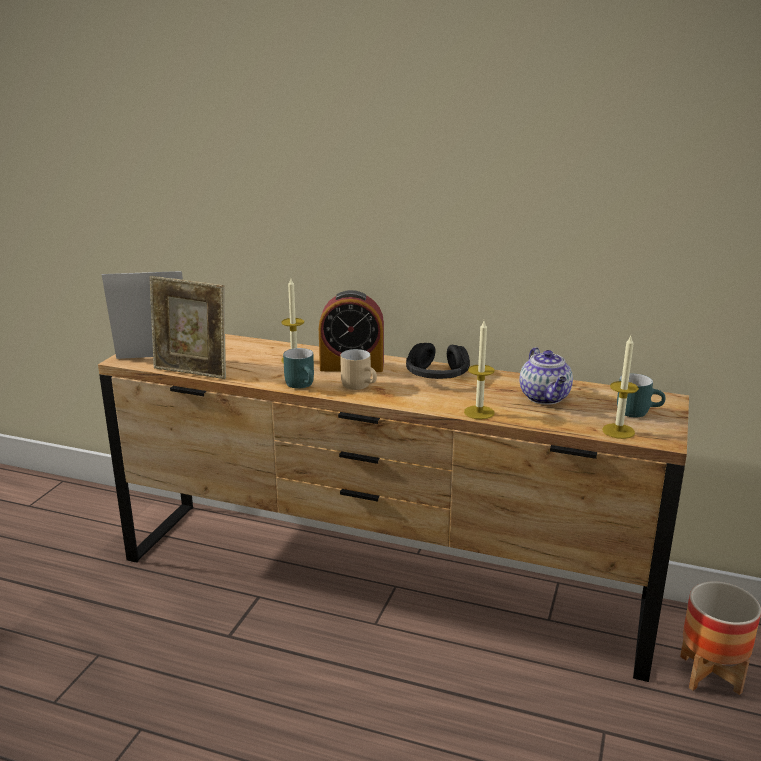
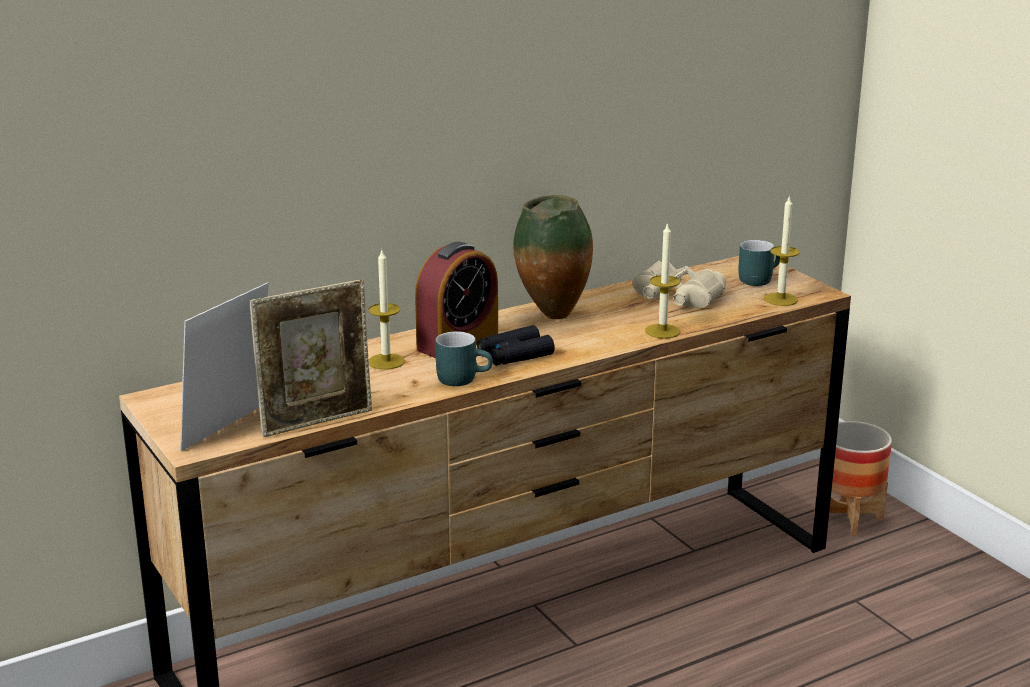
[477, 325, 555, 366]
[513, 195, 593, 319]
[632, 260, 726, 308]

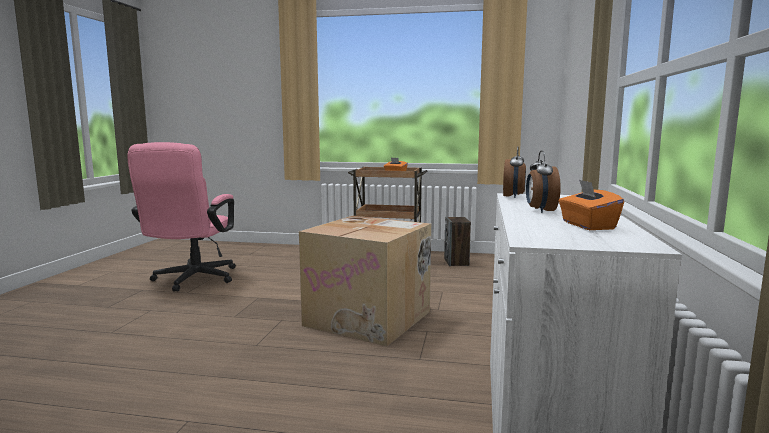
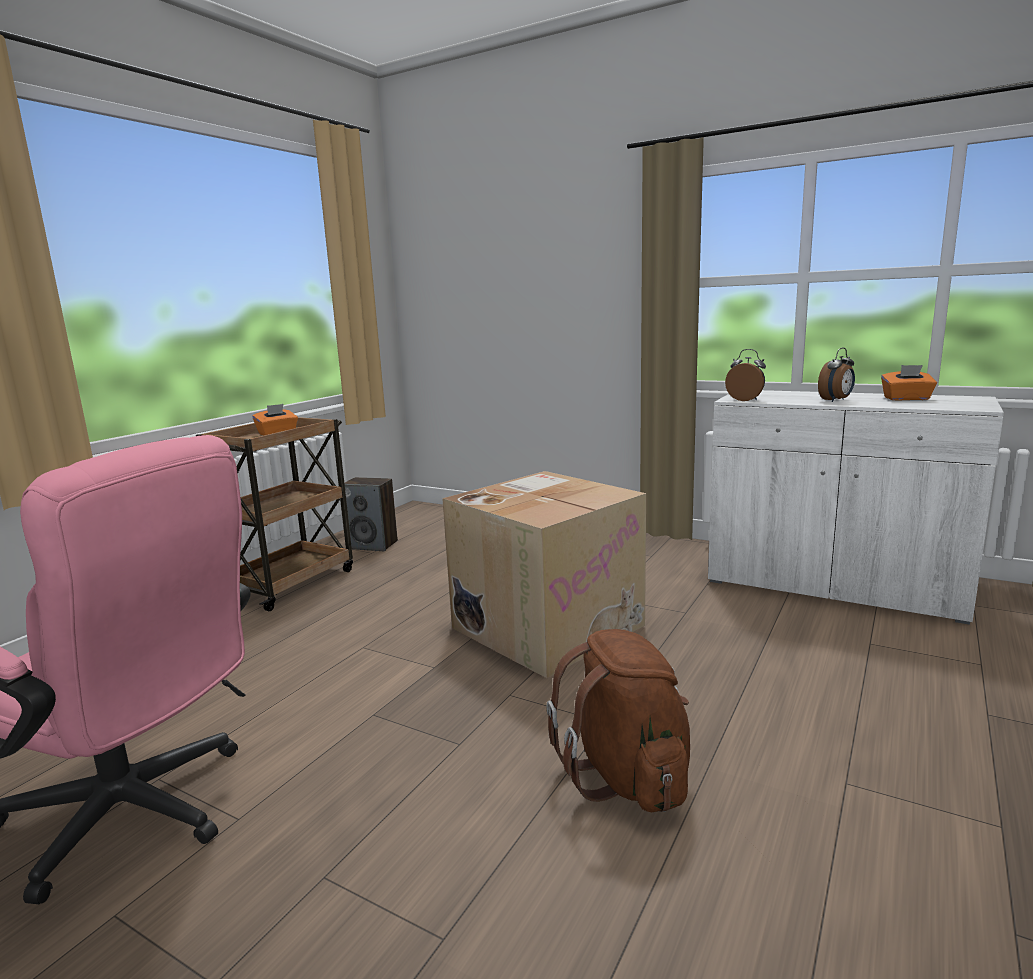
[546, 629, 690, 812]
[818, 348, 855, 402]

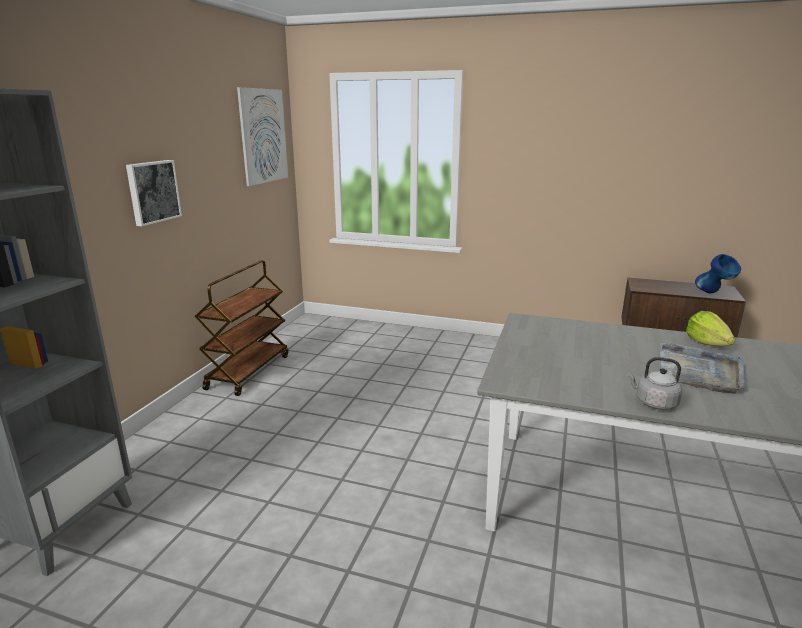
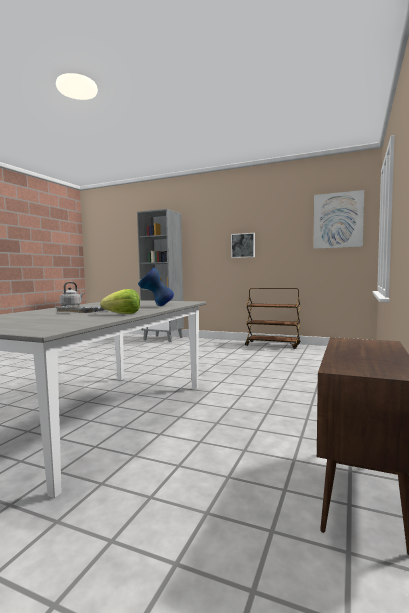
[138, 267, 174, 306]

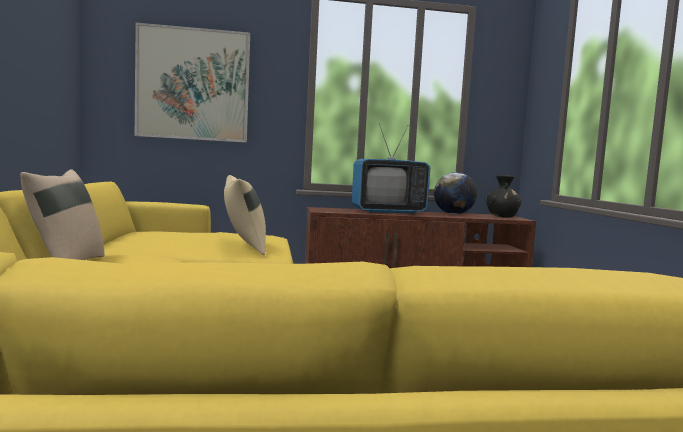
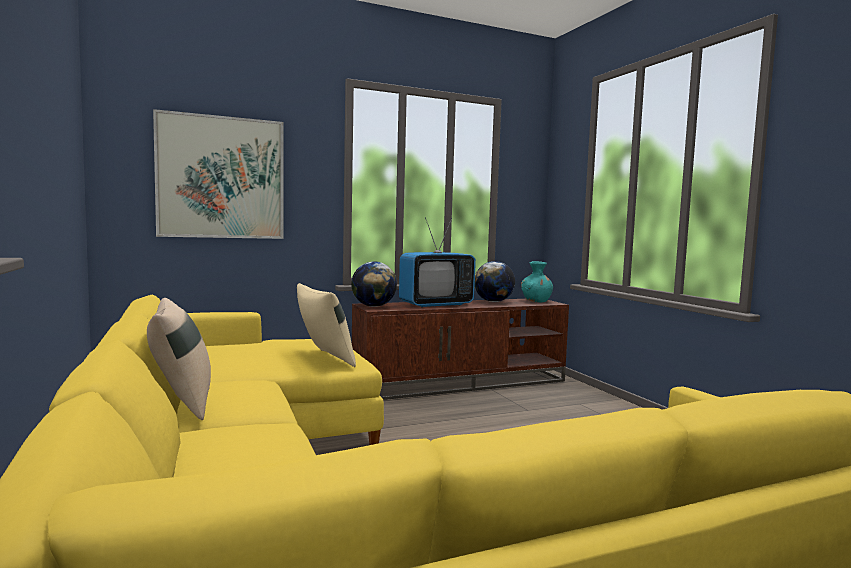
[351, 261, 397, 307]
[521, 261, 553, 302]

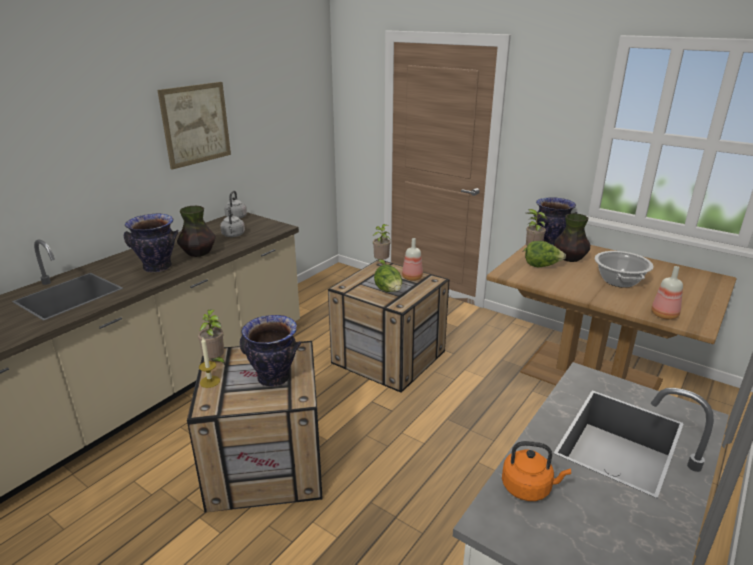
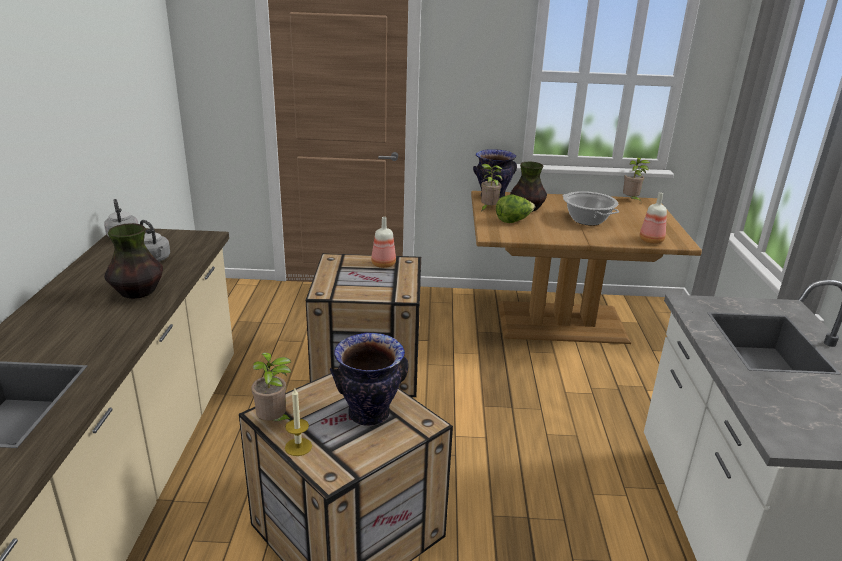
[124, 213, 178, 273] (first image)
[157, 82, 231, 170] (first image)
[374, 264, 402, 292] (first image)
[502, 441, 571, 501] (first image)
[623, 157, 650, 204]

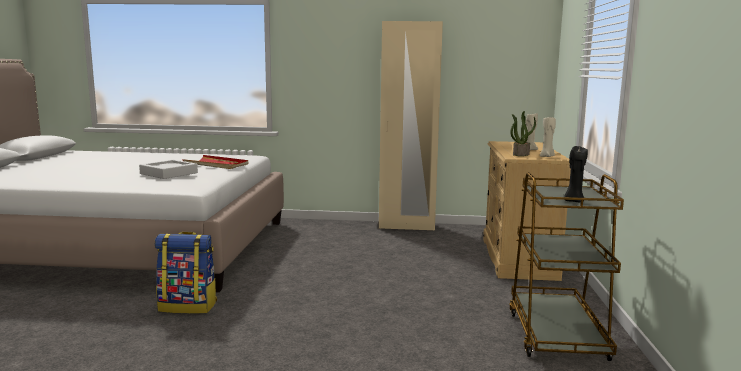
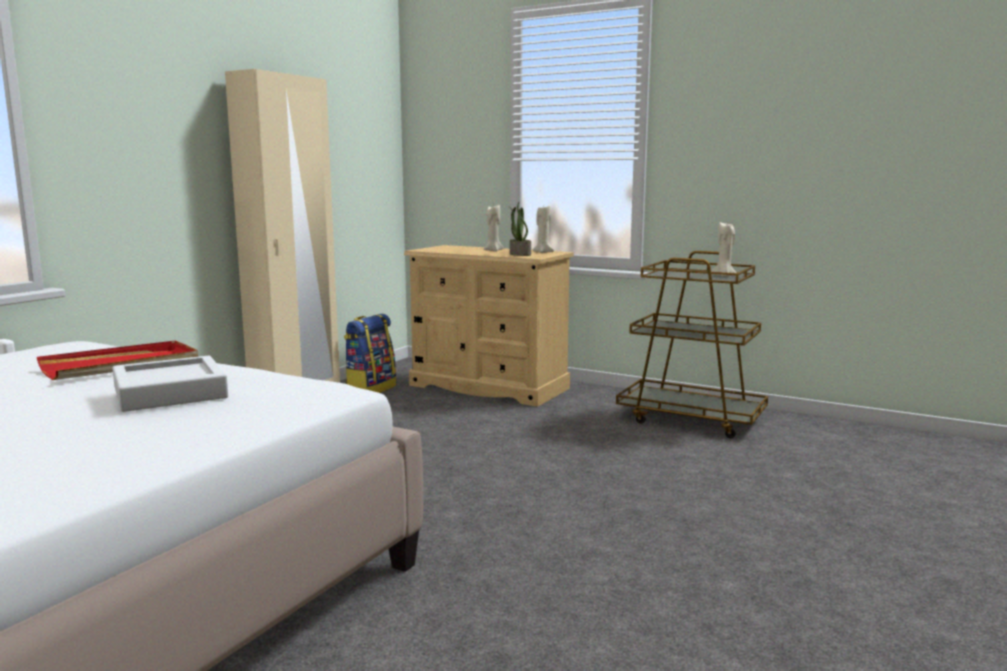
[344, 314, 396, 393]
[711, 222, 737, 277]

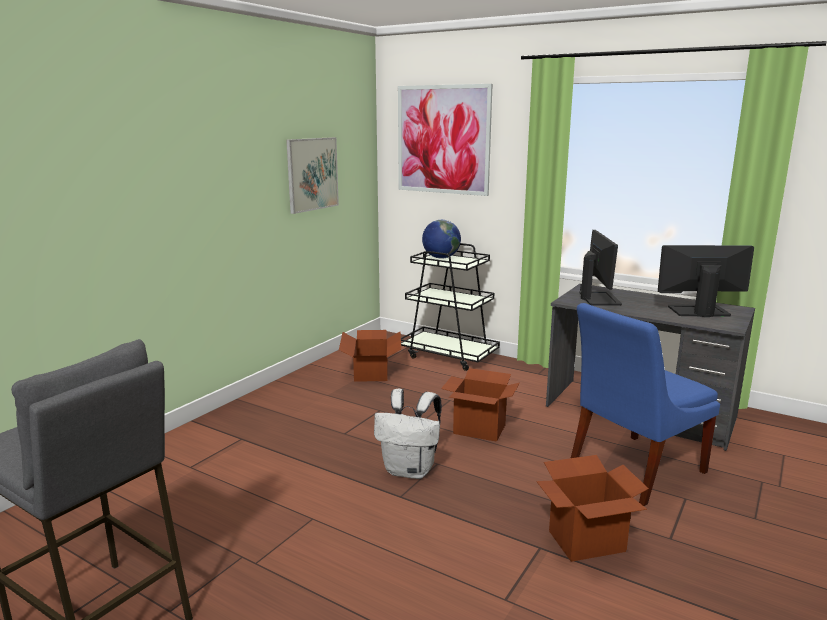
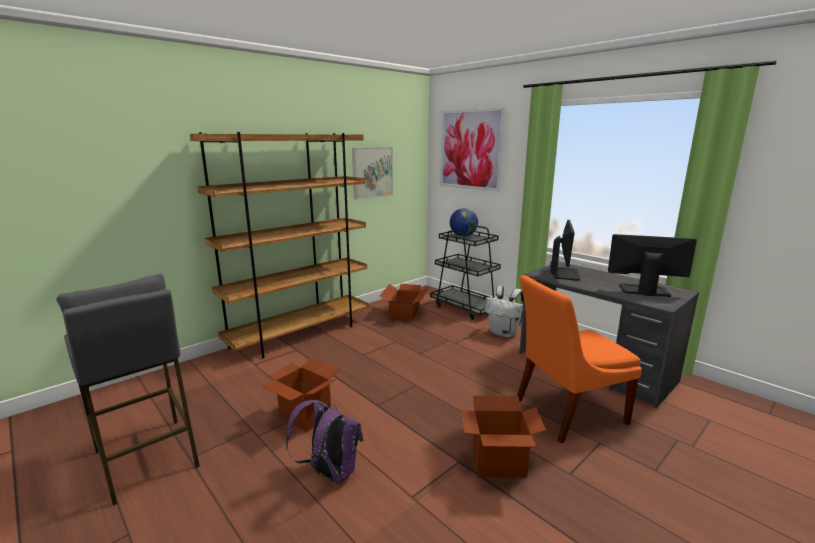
[190, 132, 368, 358]
[286, 400, 363, 483]
[485, 286, 524, 337]
[263, 357, 340, 432]
[517, 275, 642, 443]

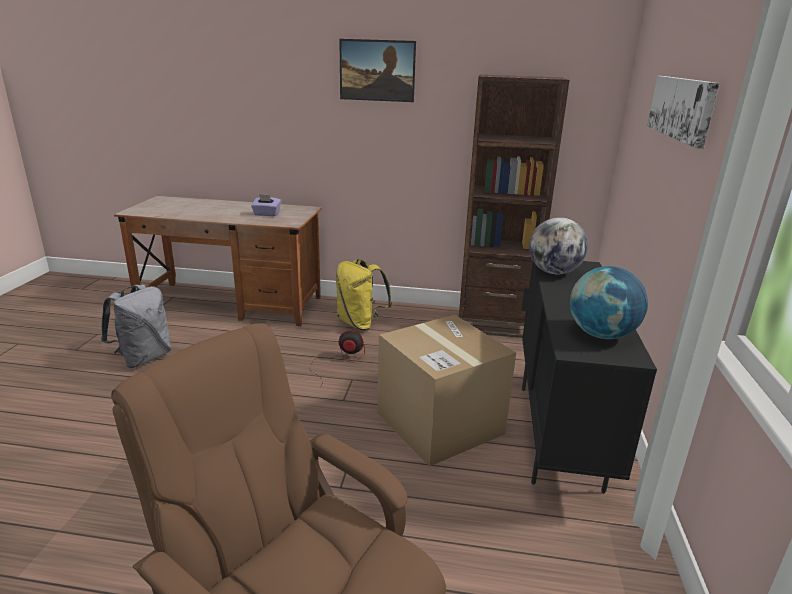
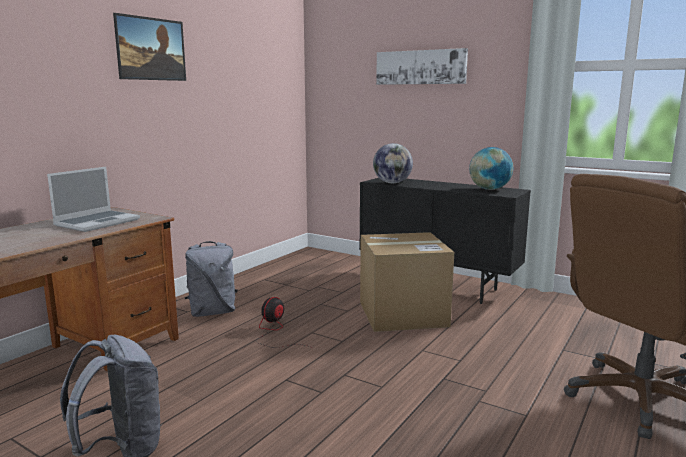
[459, 75, 570, 338] (first image)
[47, 167, 140, 232]
[185, 241, 238, 317]

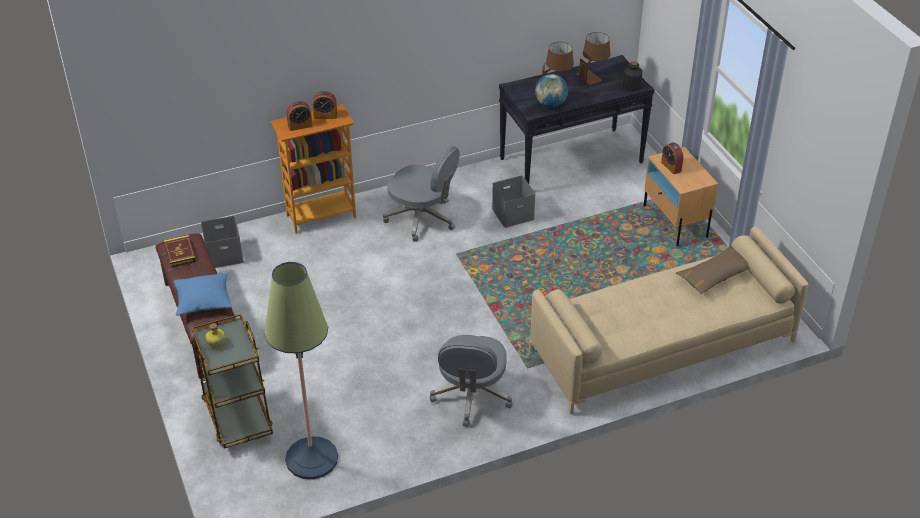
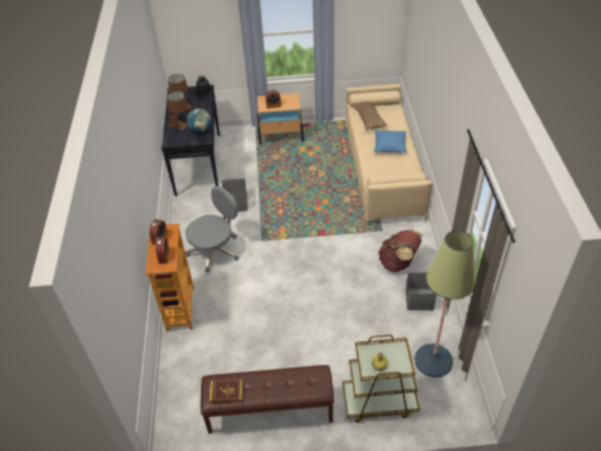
[374, 130, 407, 153]
[405, 272, 437, 311]
[378, 229, 422, 272]

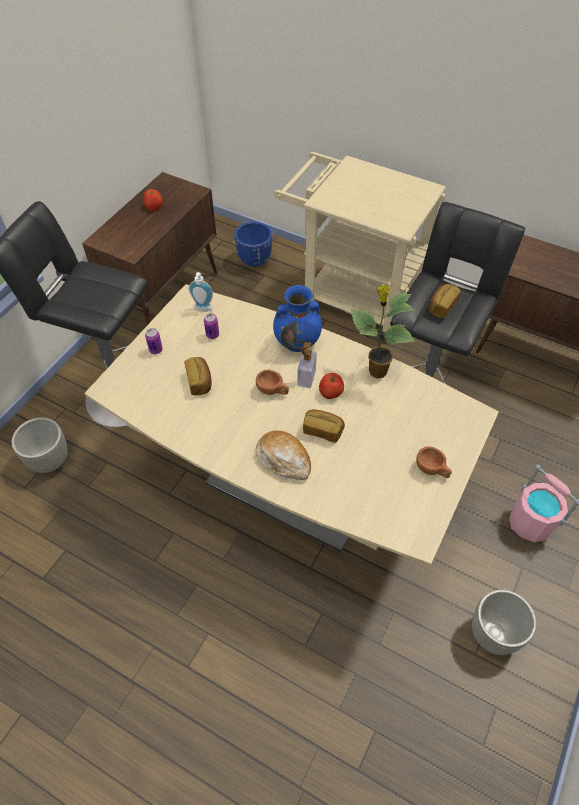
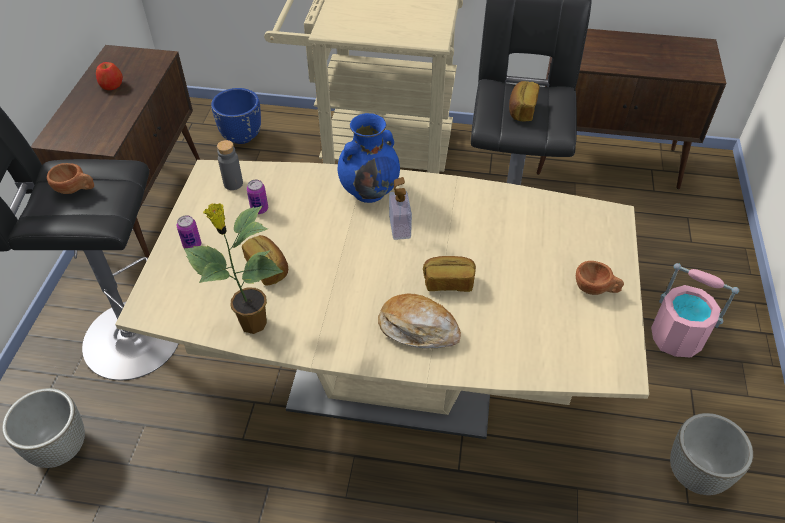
[319, 373, 344, 399] (first image)
[47, 163, 94, 194]
[184, 203, 283, 334]
[217, 140, 243, 190]

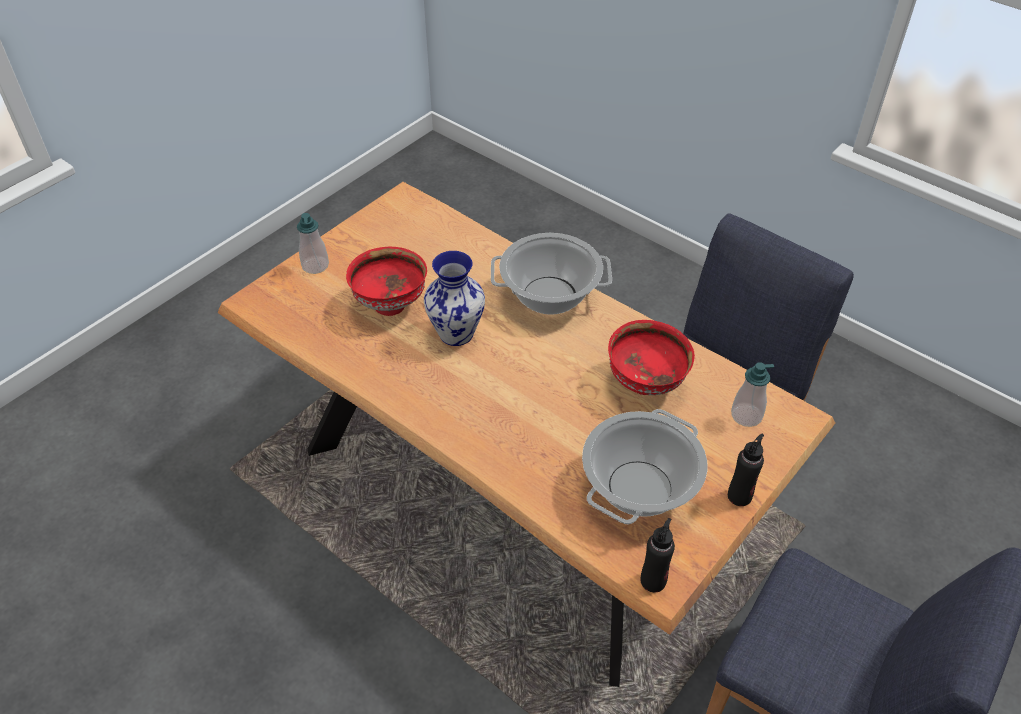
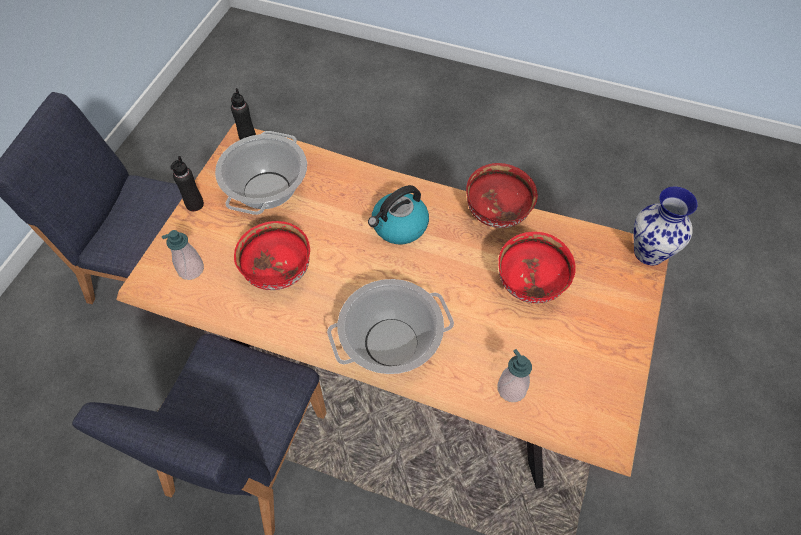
[368, 185, 429, 244]
[466, 163, 538, 228]
[498, 349, 532, 402]
[633, 187, 698, 265]

